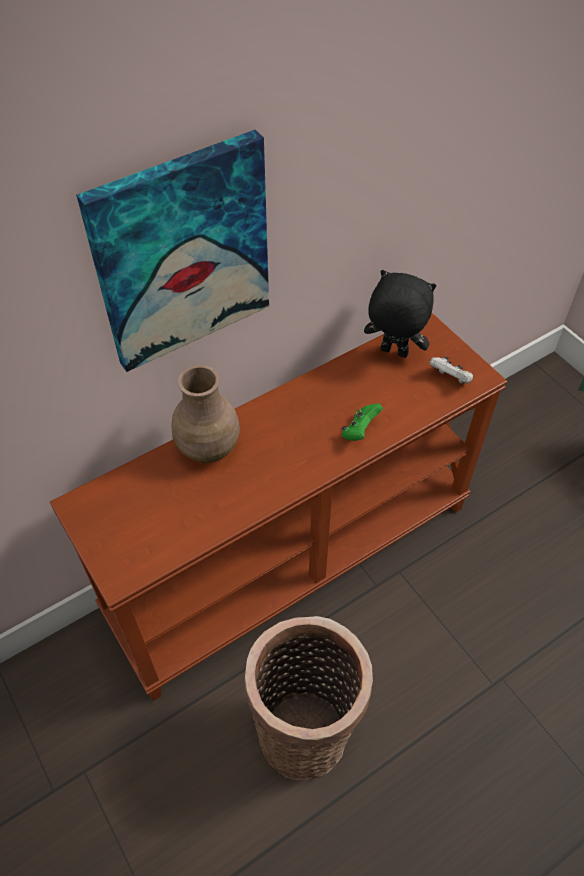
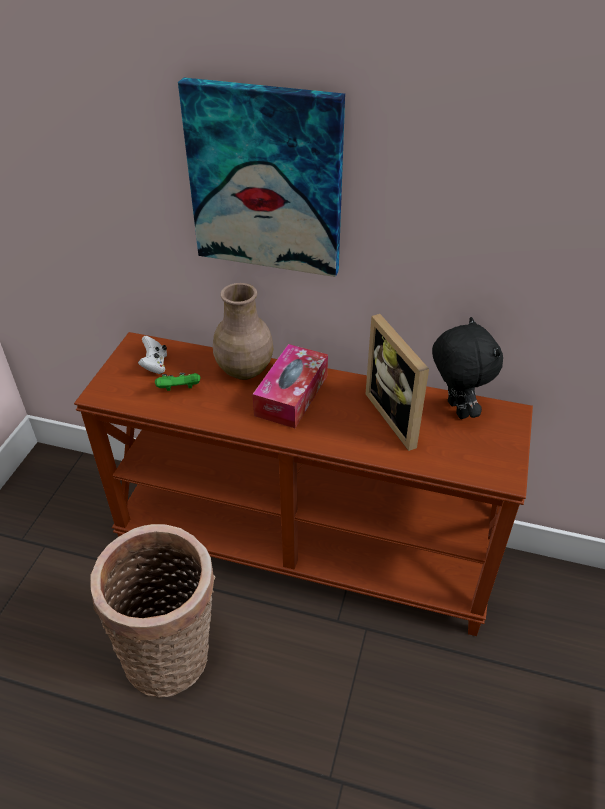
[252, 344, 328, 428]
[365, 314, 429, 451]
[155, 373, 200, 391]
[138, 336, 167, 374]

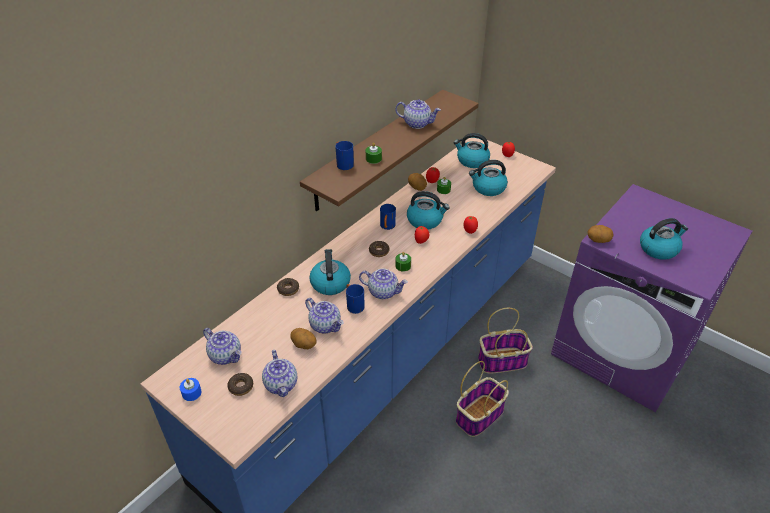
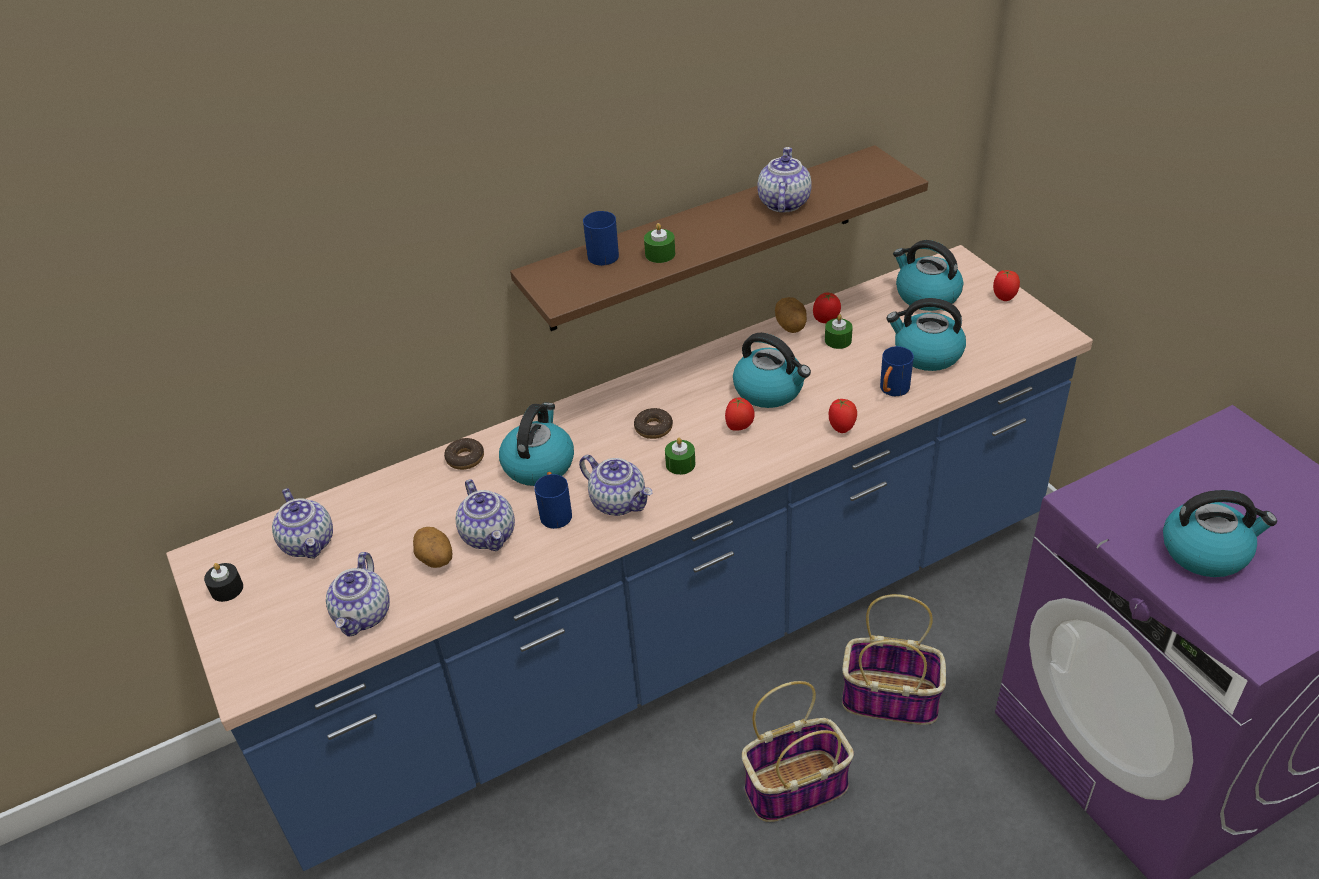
[227, 373, 253, 396] (first image)
[588, 225, 614, 243] (first image)
[880, 346, 914, 396]
[204, 563, 243, 602]
[757, 147, 812, 213]

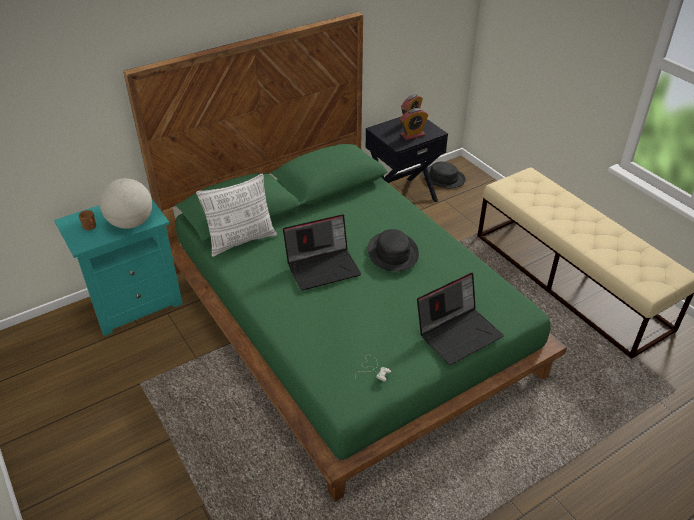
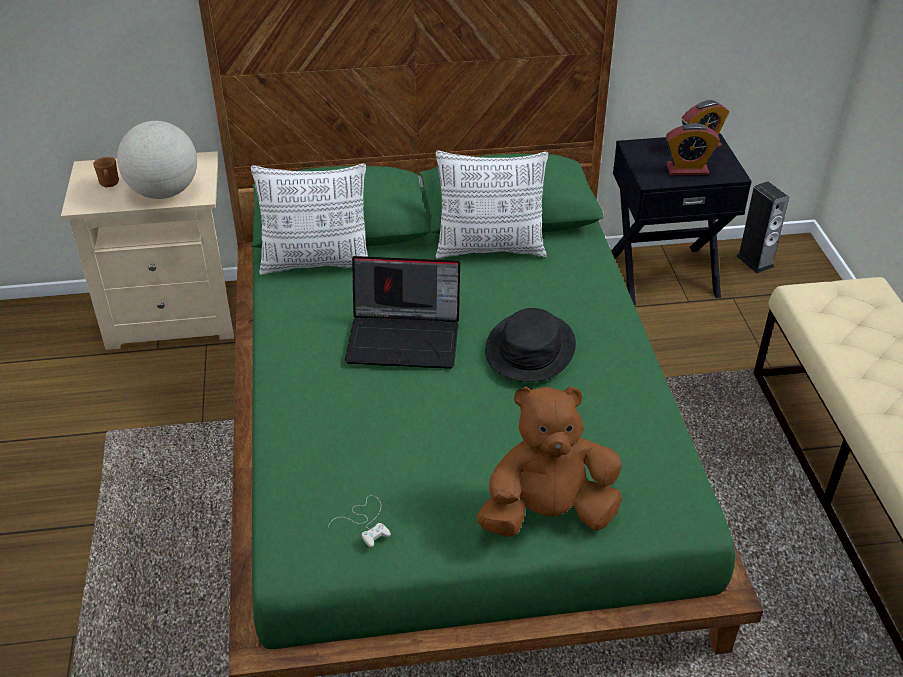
[436, 151, 548, 259]
[477, 386, 622, 537]
[736, 182, 789, 274]
[61, 151, 234, 350]

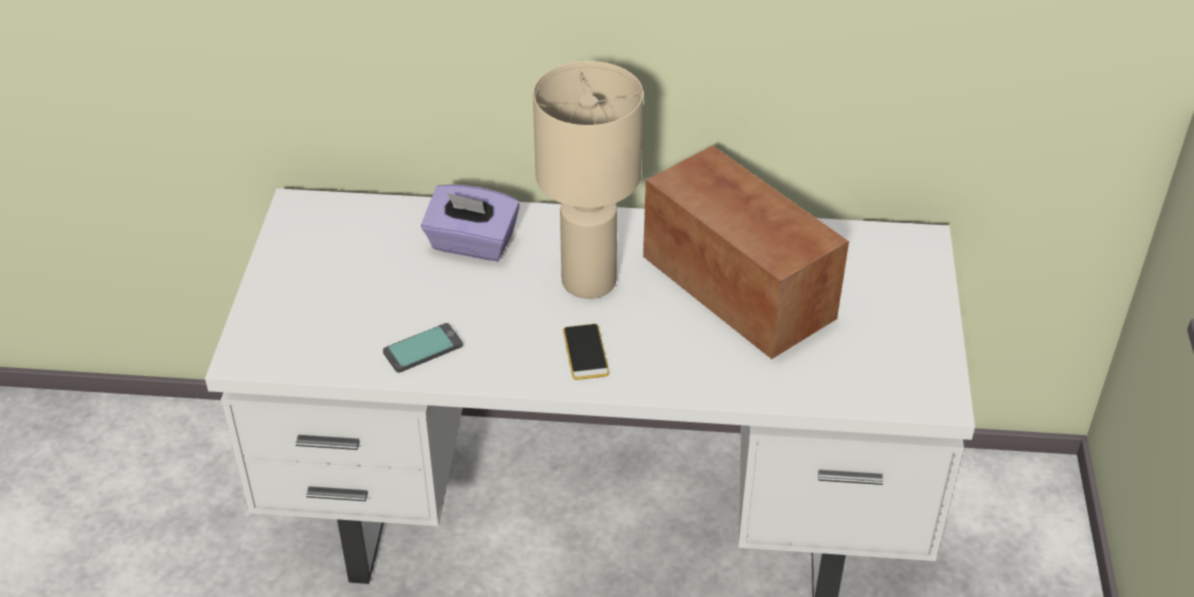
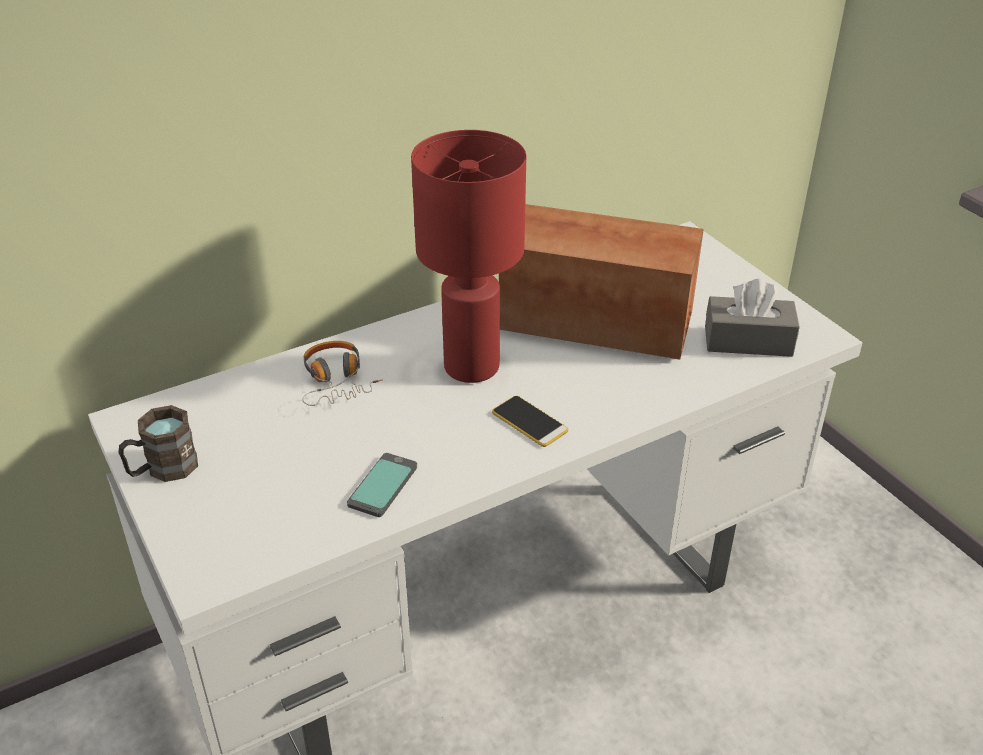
[118, 405, 198, 482]
[705, 279, 800, 357]
[302, 341, 383, 406]
[411, 130, 526, 383]

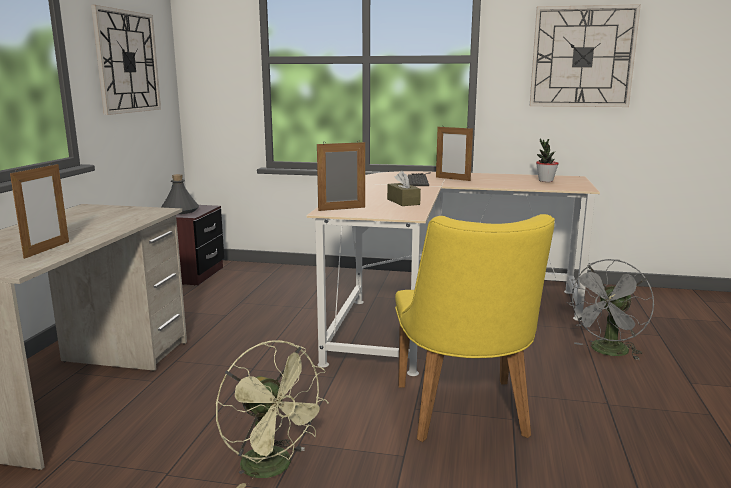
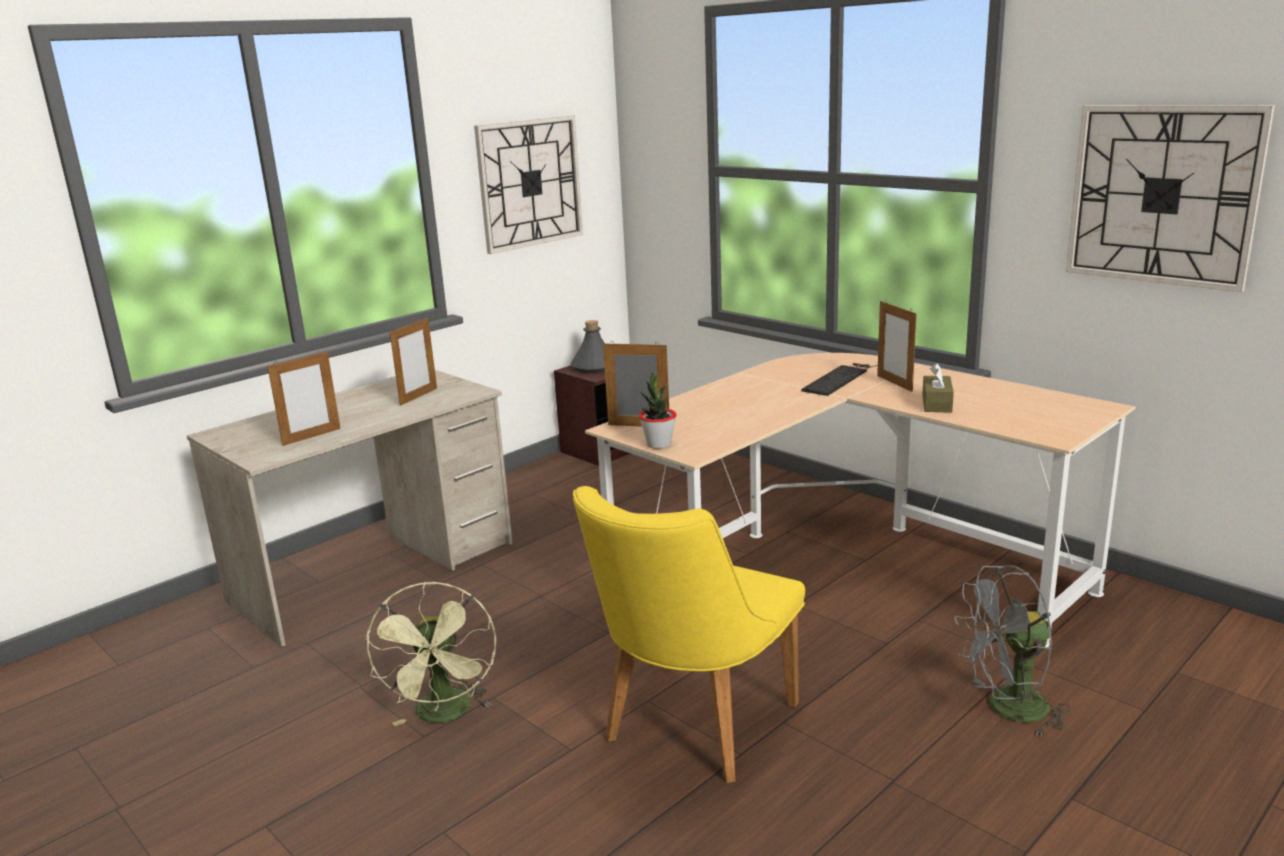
[390, 317, 437, 406]
[922, 363, 954, 413]
[639, 371, 676, 449]

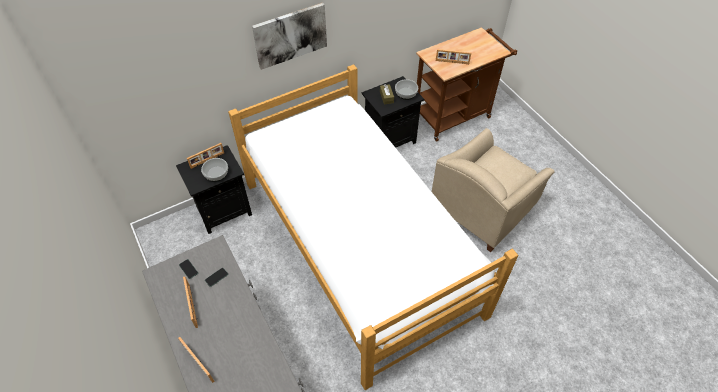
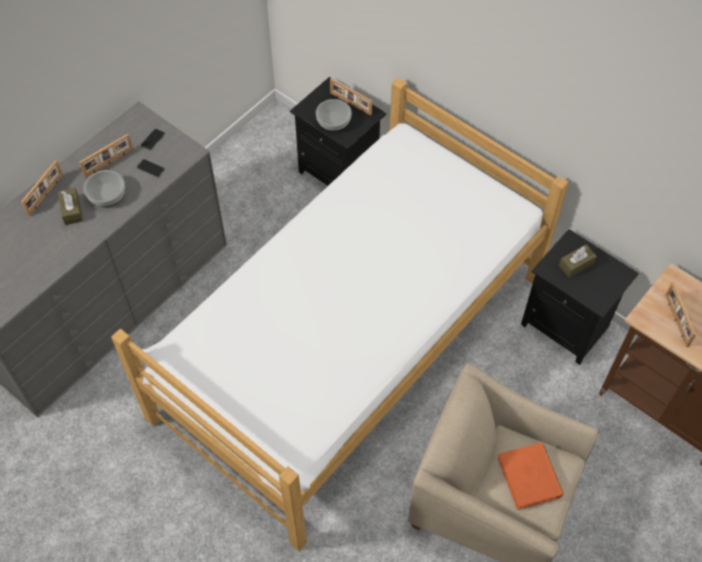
[252, 3, 327, 70] (first image)
[58, 188, 83, 225]
[498, 443, 563, 510]
[84, 170, 125, 207]

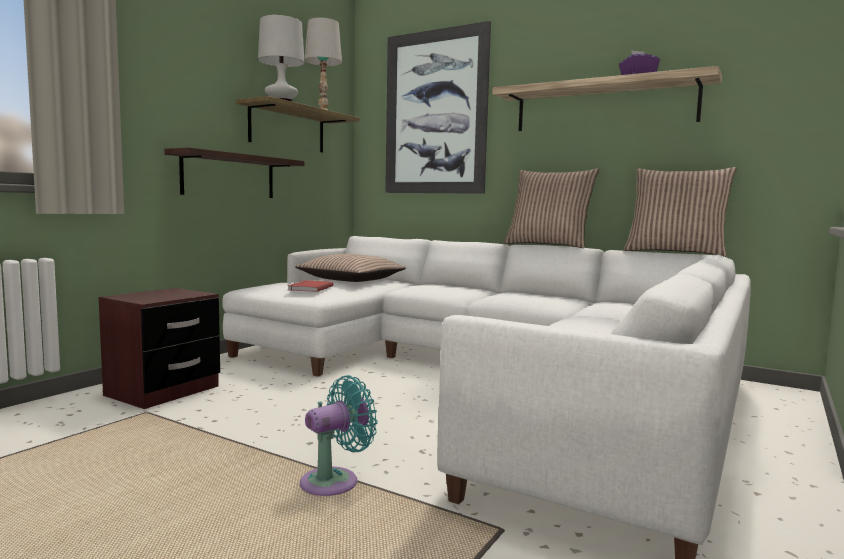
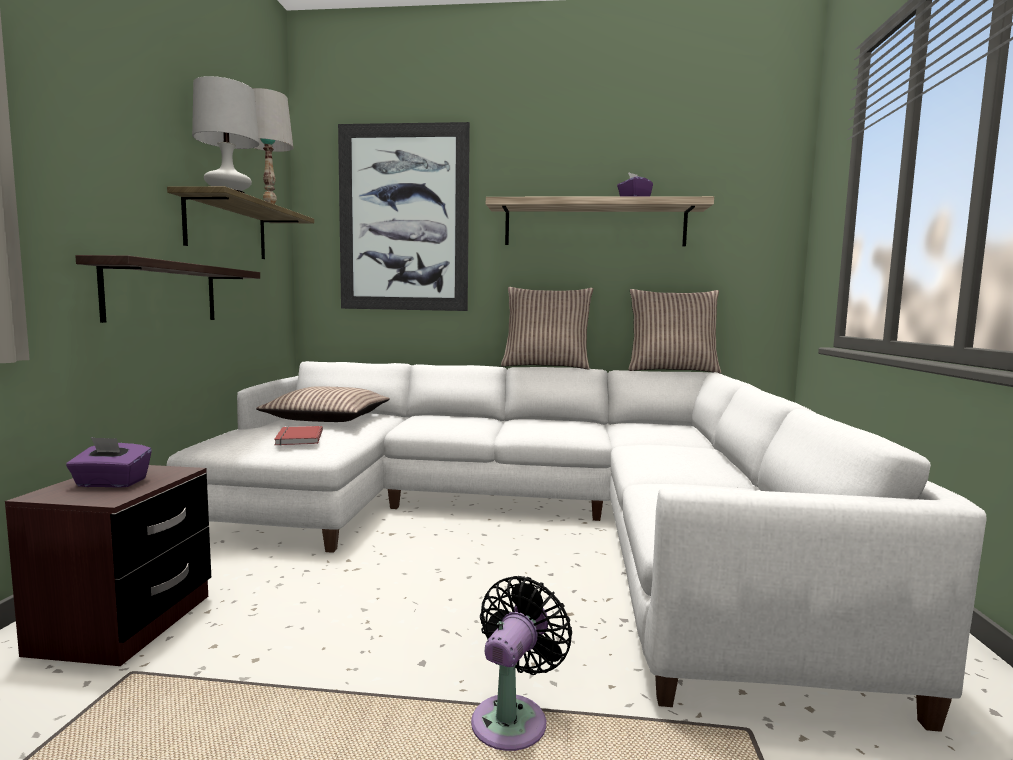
[66, 437, 152, 488]
[471, 576, 572, 751]

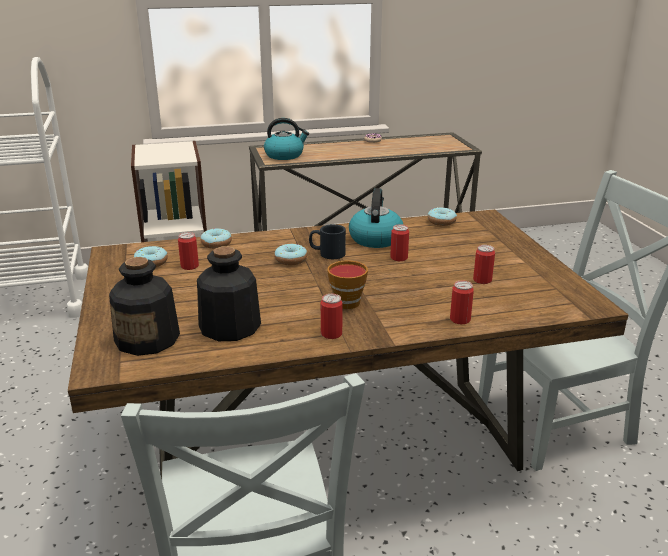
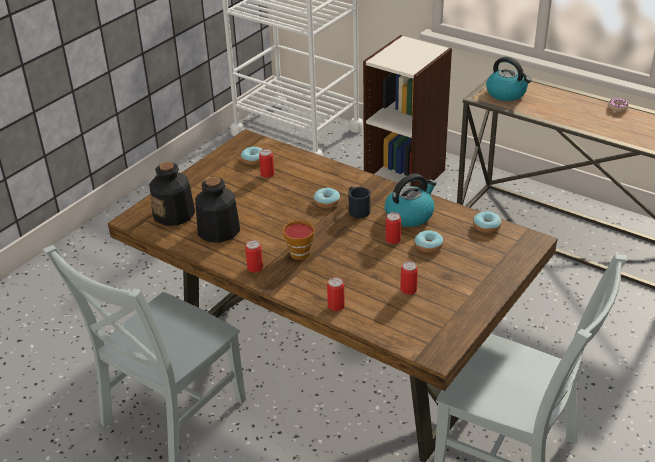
[415, 230, 443, 253]

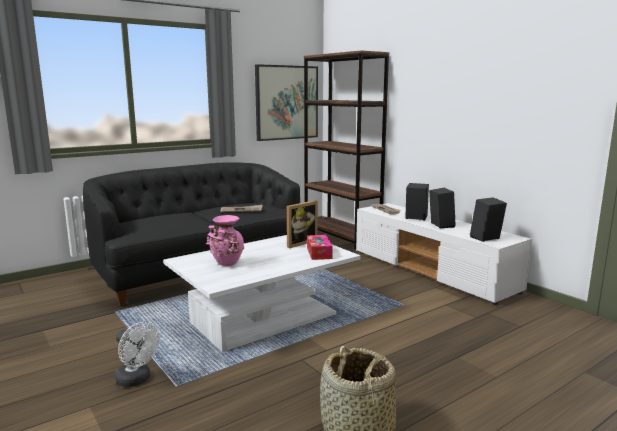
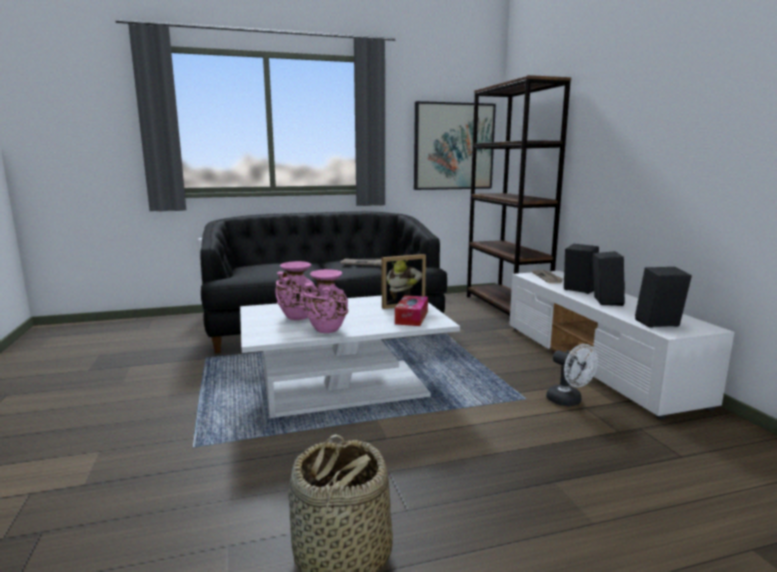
[299, 269, 348, 333]
[546, 344, 598, 406]

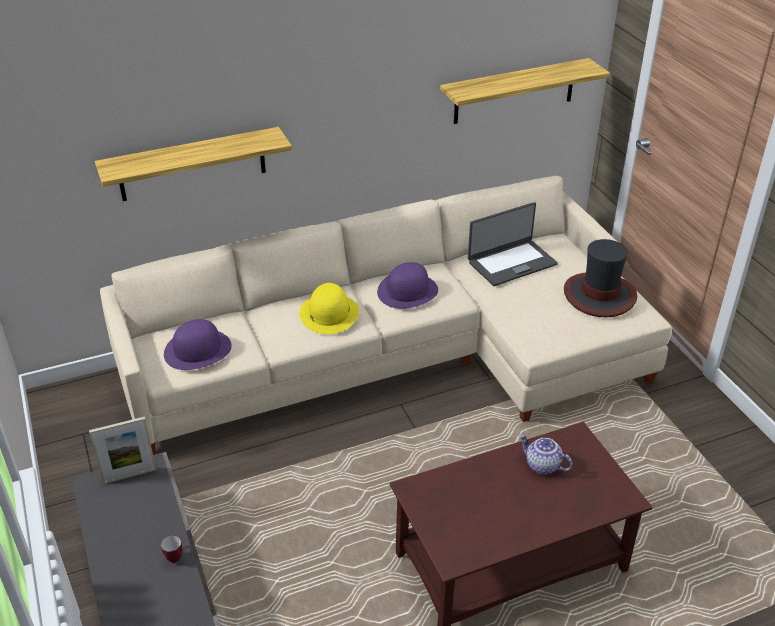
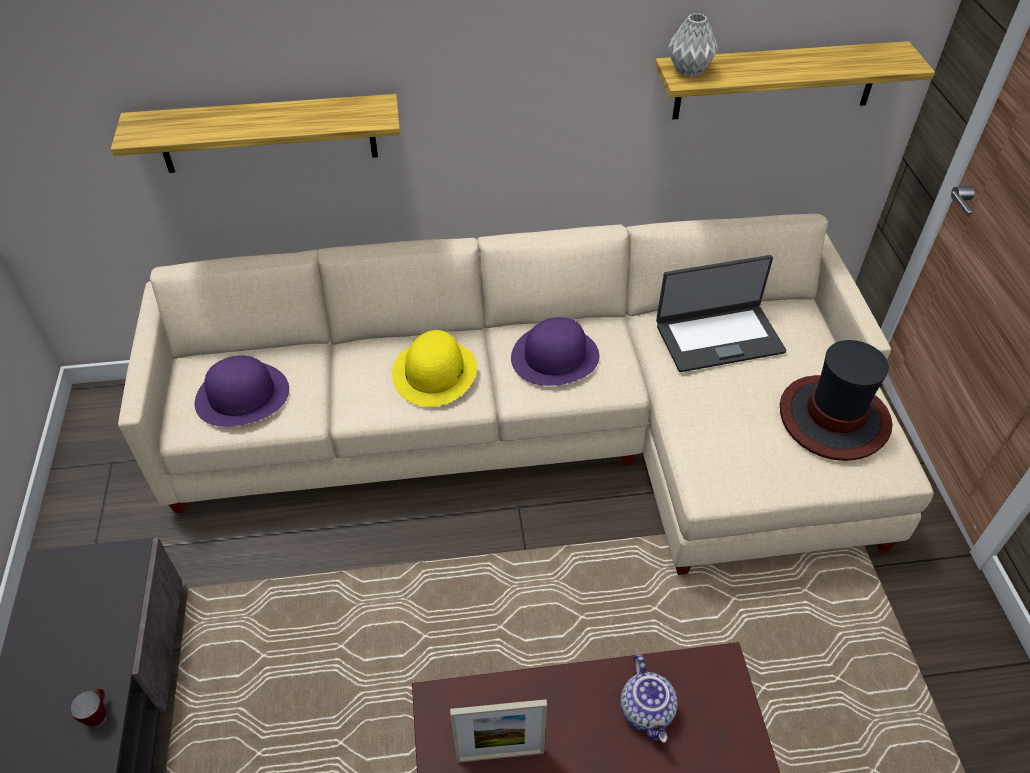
[668, 13, 718, 77]
[450, 699, 547, 763]
[620, 654, 678, 743]

